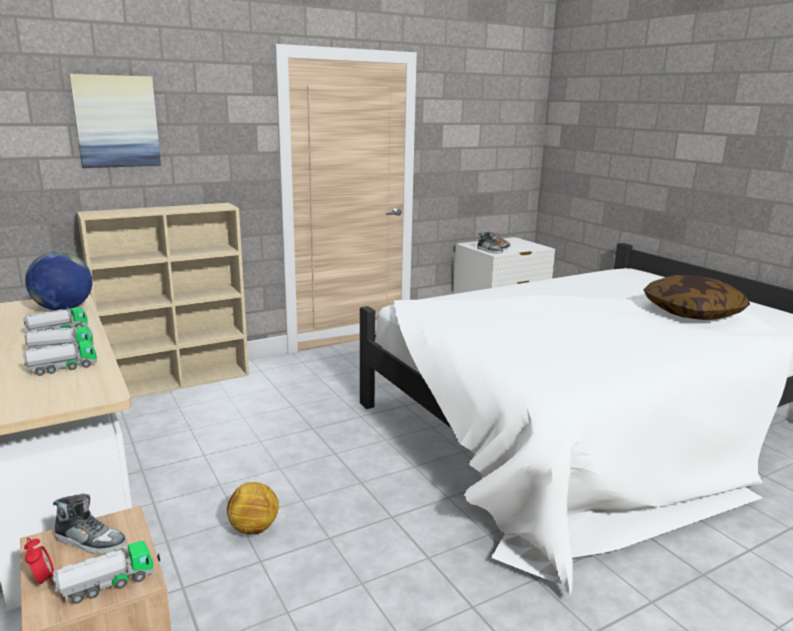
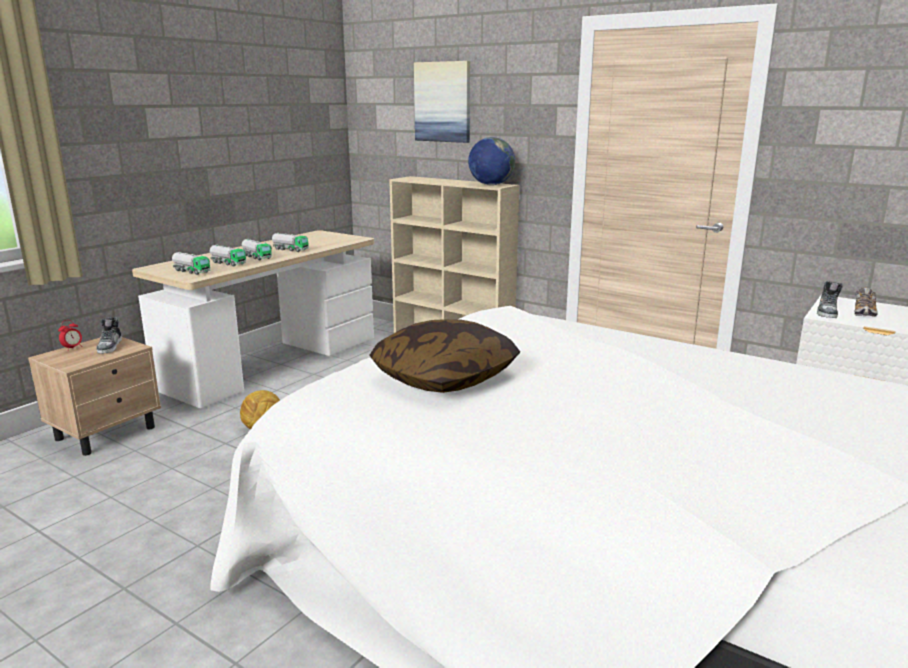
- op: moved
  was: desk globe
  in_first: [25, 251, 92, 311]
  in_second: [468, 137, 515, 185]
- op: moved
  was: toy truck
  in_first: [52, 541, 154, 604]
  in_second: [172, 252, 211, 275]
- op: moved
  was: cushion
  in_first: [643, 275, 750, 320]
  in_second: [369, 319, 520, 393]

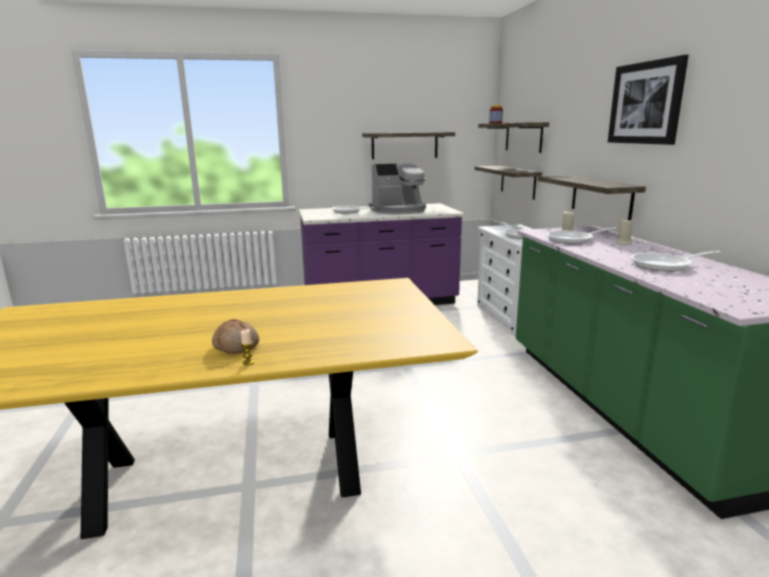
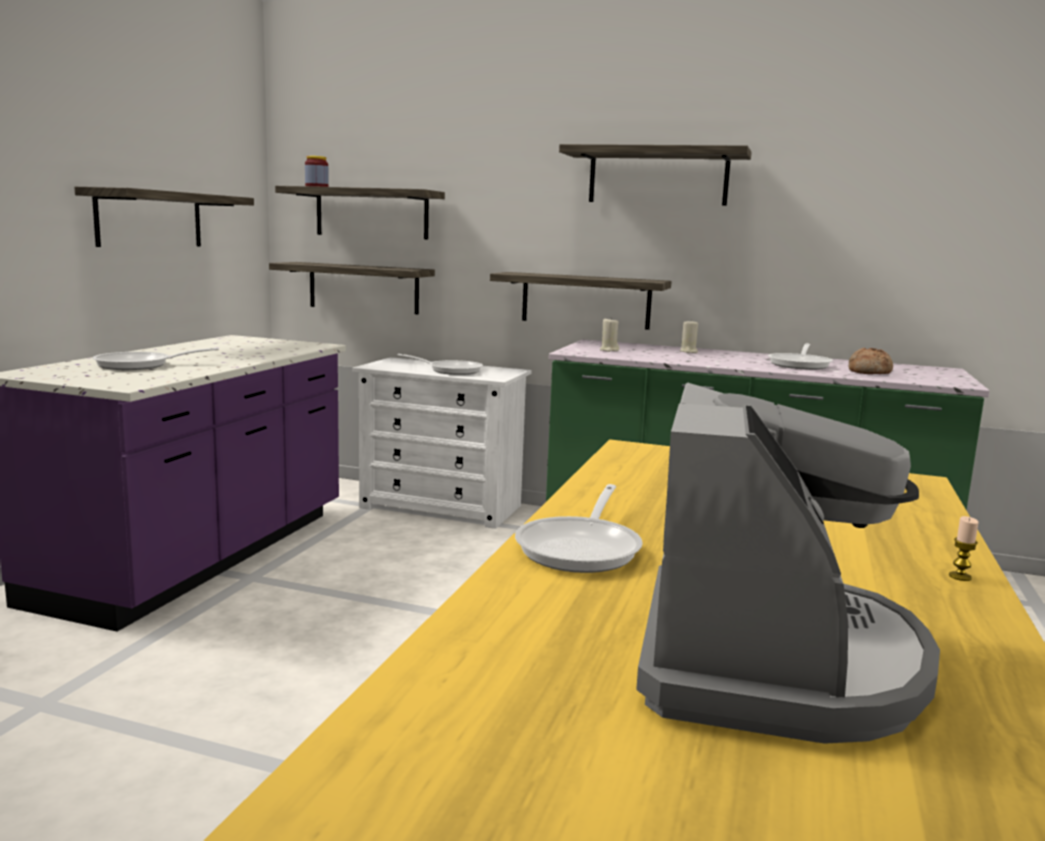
- op: moved
  was: bread
  in_first: [212, 319, 259, 354]
  in_second: [849, 348, 893, 374]
- op: moved
  was: coffee maker
  in_first: [369, 163, 426, 214]
  in_second: [636, 382, 940, 744]
- op: moved
  was: frying pan
  in_first: [546, 227, 616, 244]
  in_second: [515, 484, 643, 573]
- op: replaced
  was: picture
  now: shelf
  in_first: [608, 55, 689, 145]
  in_second: [559, 144, 752, 206]

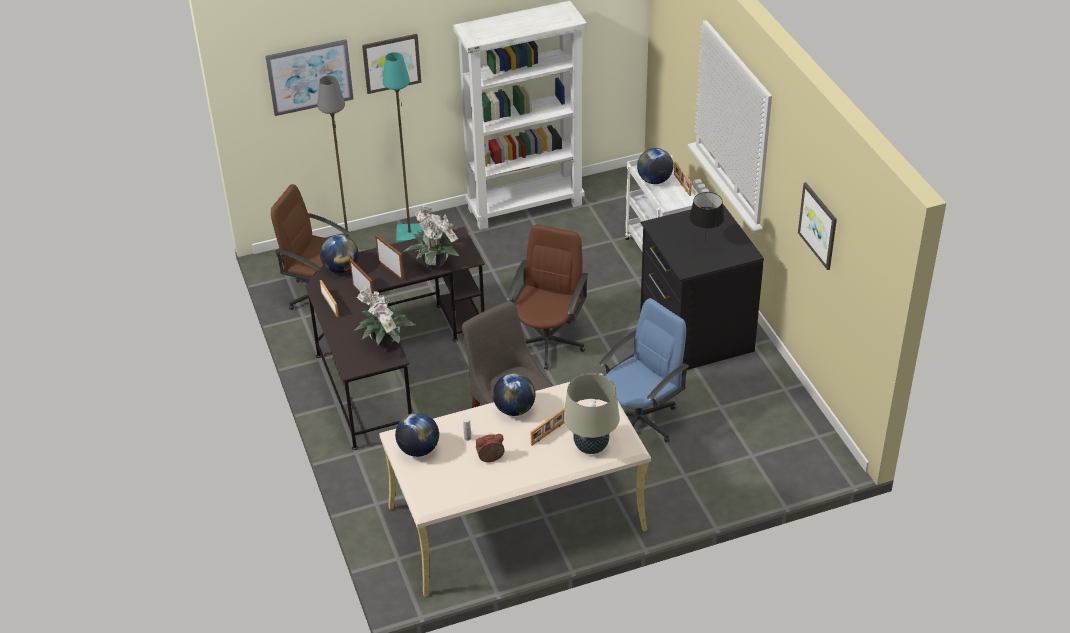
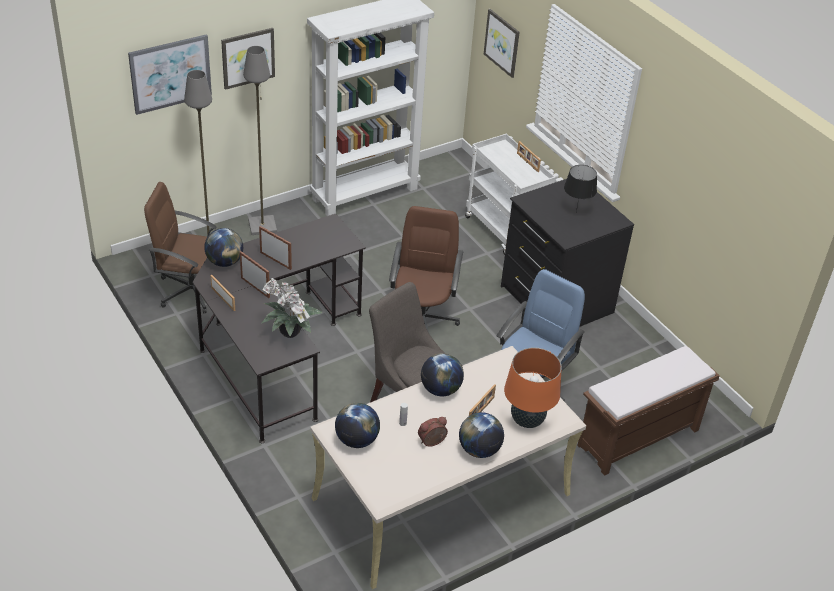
- op: recoloured
  was: turquoise standing lamp
  now: greyish standing lamp
  in_first: [383, 52, 423, 243]
  in_second: [243, 46, 277, 235]
- op: removed
  was: plant in a pot
  in_first: [403, 205, 459, 269]
- op: recoloured
  was: beige-coloured table lamp
  now: orangey table lamp
  in_first: [564, 373, 620, 454]
  in_second: [504, 348, 562, 428]
- op: moved
  was: desk globe
  in_first: [637, 148, 673, 184]
  in_second: [459, 412, 504, 458]
- op: moved
  was: picture
  in_first: [798, 182, 837, 270]
  in_second: [484, 9, 520, 78]
- op: added
  now: brown-coloured bench
  in_second: [577, 346, 720, 476]

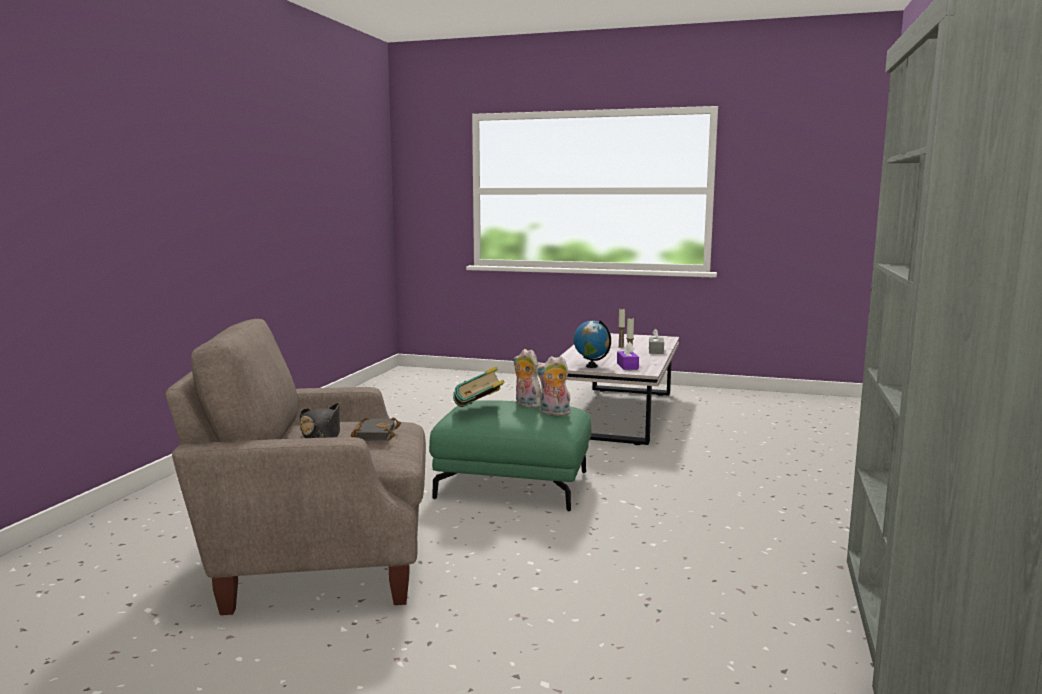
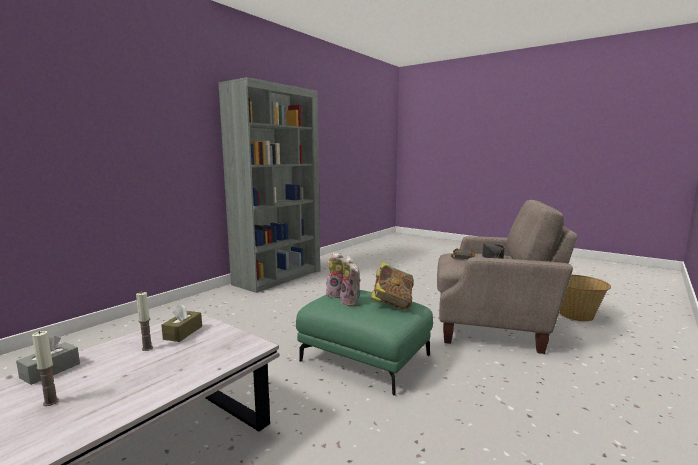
- op: removed
  was: desk globe
  in_first: [574, 320, 611, 368]
- op: recoloured
  was: purple-coloured tissue box
  now: brown-coloured tissue box
  in_first: [617, 342, 639, 370]
  in_second: [161, 304, 202, 342]
- op: added
  now: storage basket
  in_second: [560, 275, 611, 321]

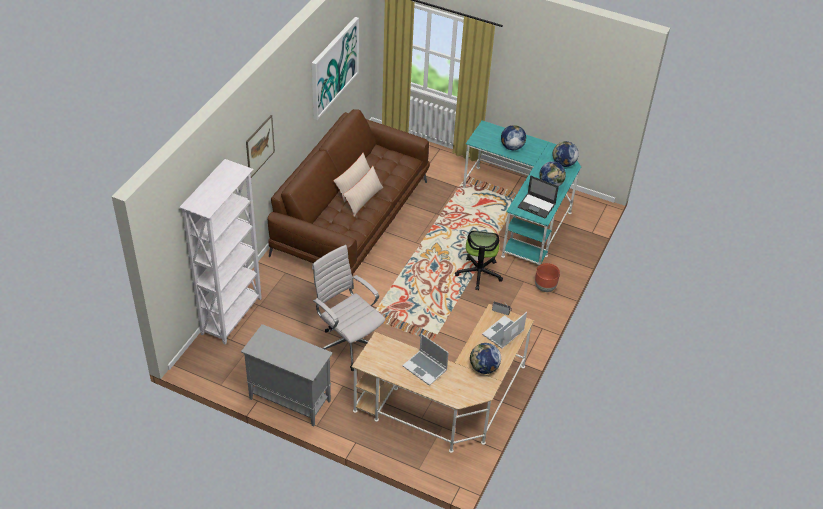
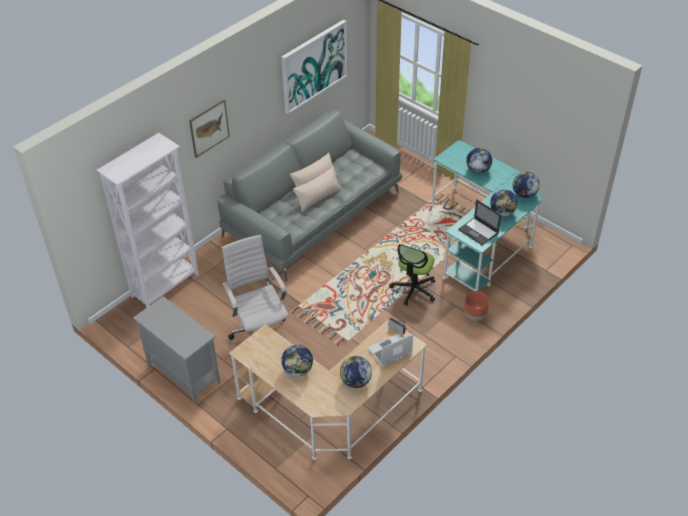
- op: recoloured
  was: brown-coloured settee
  now: greyish settee
  in_first: [268, 109, 430, 289]
  in_second: [217, 111, 402, 282]
- op: replaced
  was: notebook computer
  now: desk globe
  in_first: [403, 334, 449, 386]
  in_second: [281, 344, 313, 377]

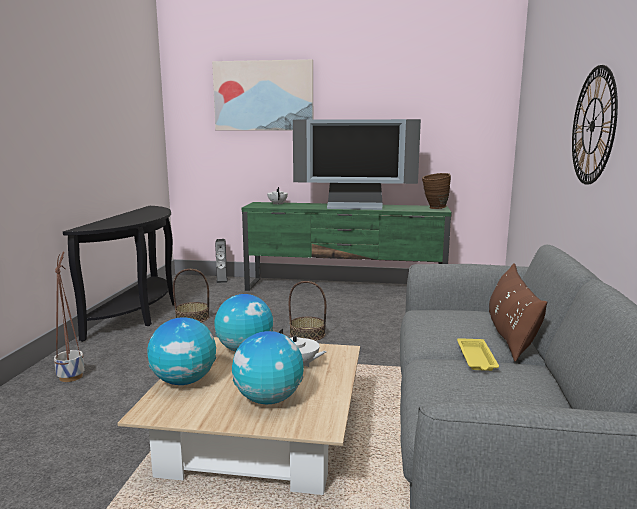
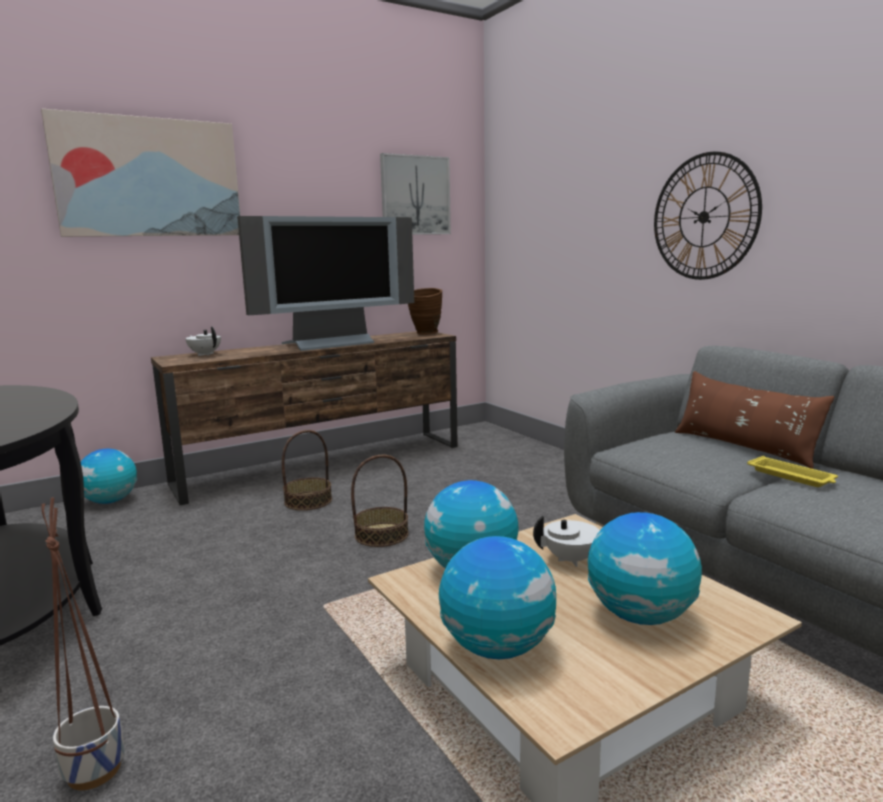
- op: moved
  was: storage basket
  in_first: [173, 269, 209, 322]
  in_second: [282, 430, 332, 510]
- op: replaced
  was: speaker
  now: desk globe
  in_first: [215, 239, 228, 283]
  in_second: [81, 449, 137, 504]
- op: recoloured
  was: green tv unit
  now: brown-coloured tv unit
  in_first: [242, 202, 452, 291]
  in_second: [151, 331, 458, 505]
- op: added
  now: picture
  in_second: [380, 153, 451, 235]

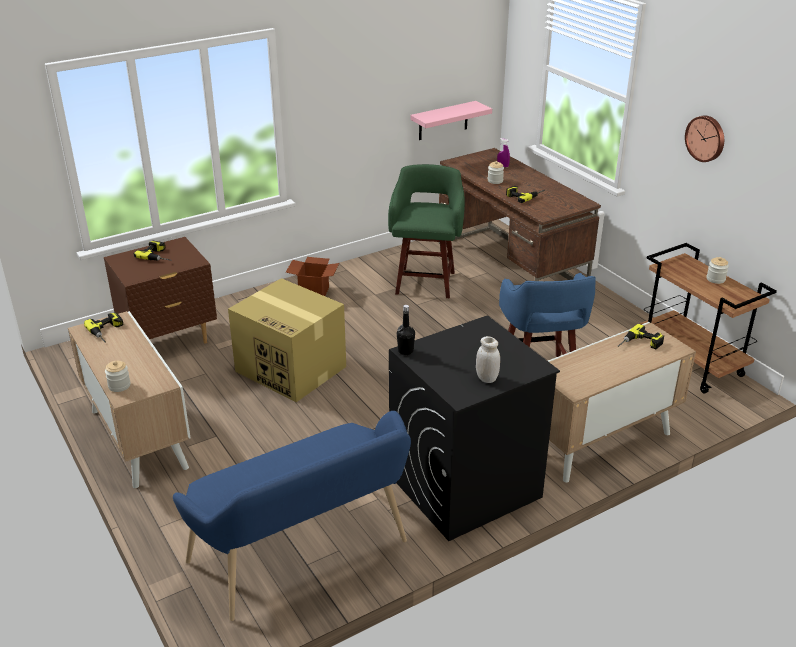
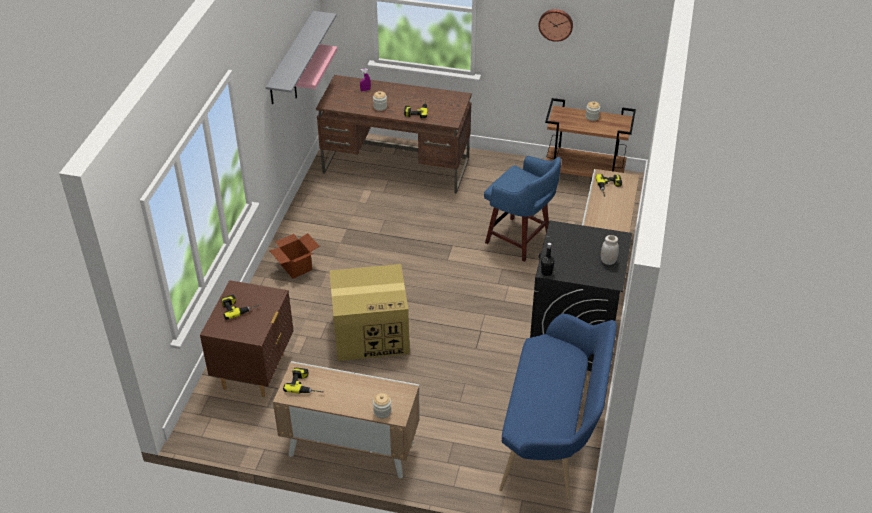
- op: removed
  was: green stool
  in_first: [388, 164, 465, 298]
- op: added
  now: greyish shelf
  in_second: [266, 11, 337, 104]

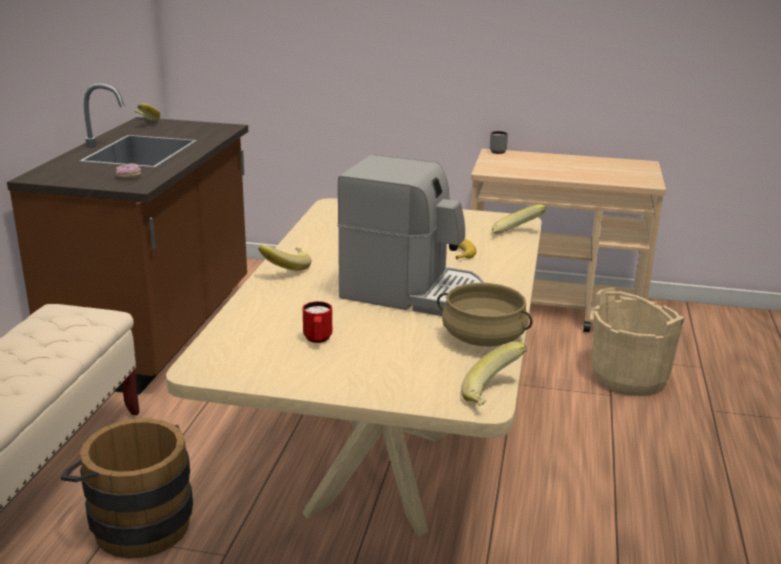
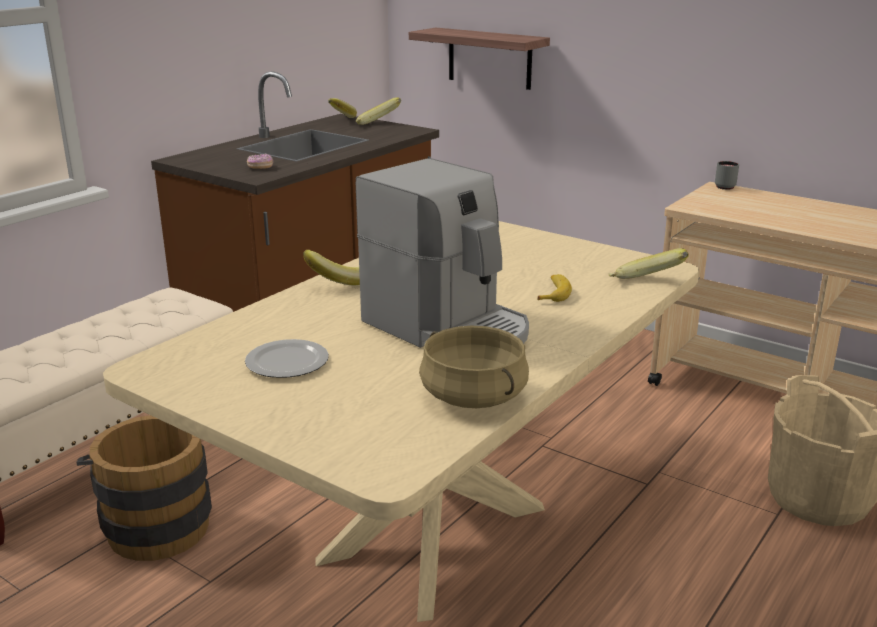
- op: replaced
  was: red-coloured tea mug
  now: dinner plate
  in_first: [303, 301, 332, 343]
  in_second: [245, 339, 329, 378]
- op: moved
  was: banana fruit
  in_first: [461, 342, 527, 406]
  in_second: [356, 97, 401, 125]
- op: added
  now: shelf
  in_second: [409, 27, 550, 90]

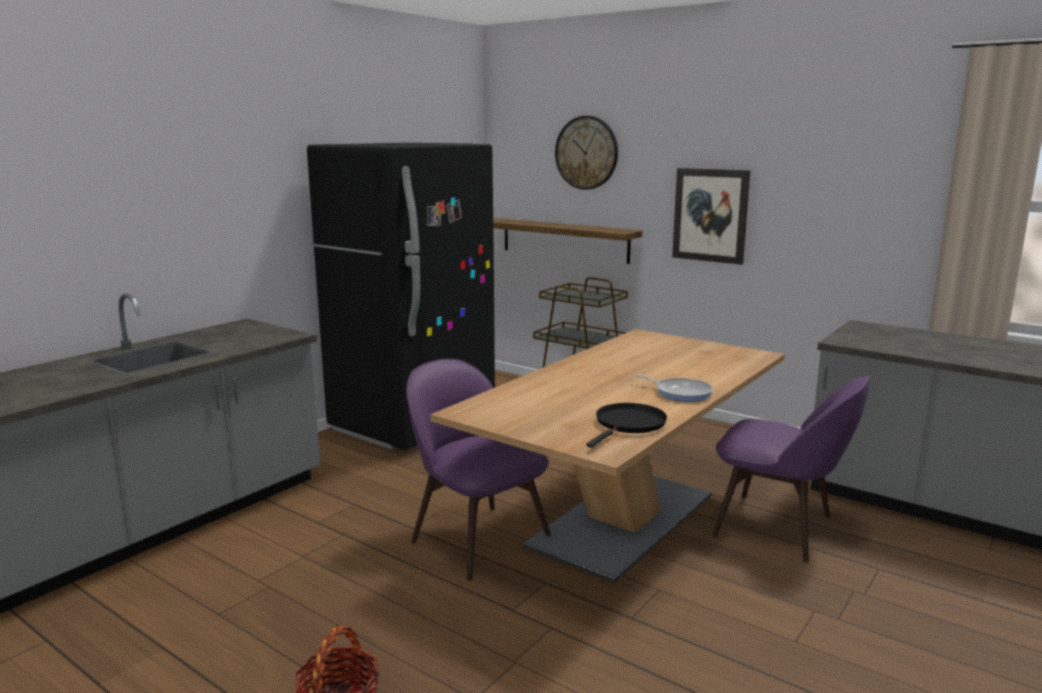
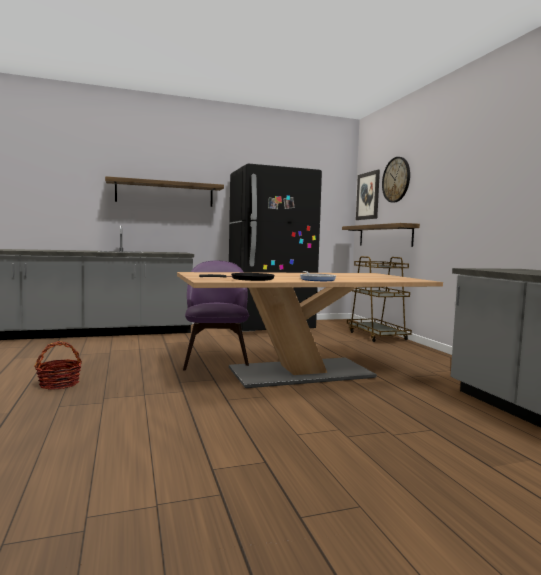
- op: moved
  was: picture
  in_first: [672, 168, 751, 265]
  in_second: [356, 170, 380, 220]
- op: removed
  was: purple-coloured plain chair
  in_first: [712, 375, 870, 562]
- op: added
  now: shelf
  in_second: [105, 176, 224, 207]

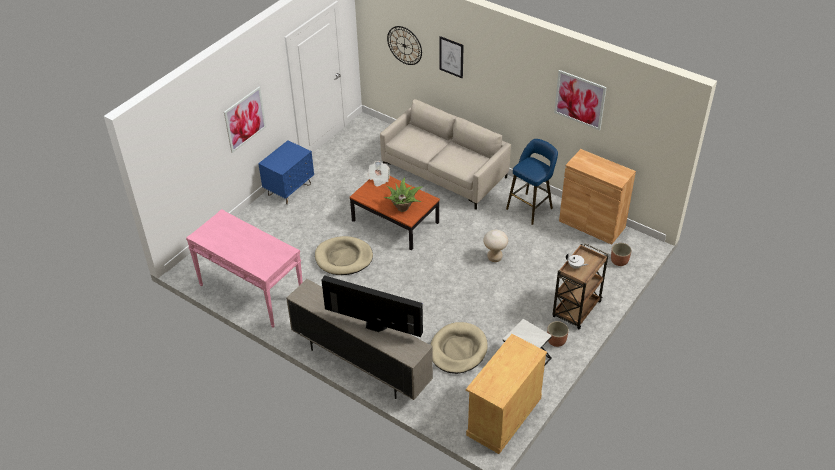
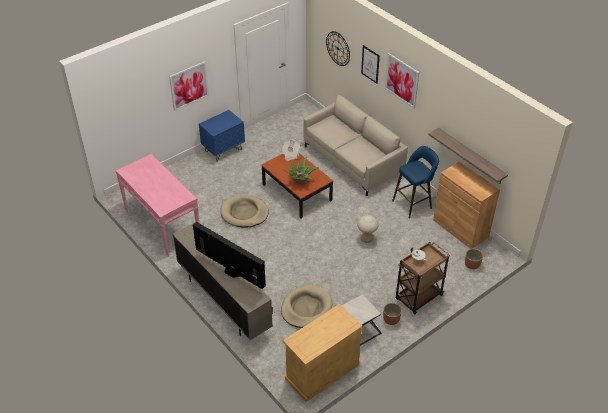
- op: moved
  was: picture
  in_first: [554, 70, 607, 131]
  in_second: [385, 53, 419, 108]
- op: added
  now: shelf
  in_second: [428, 128, 508, 184]

